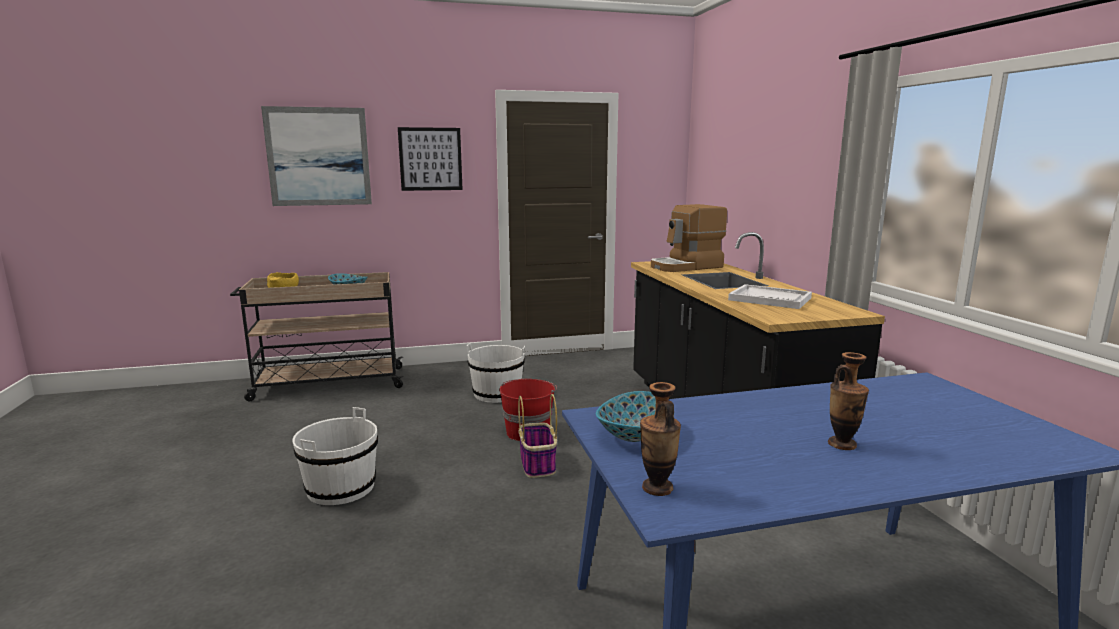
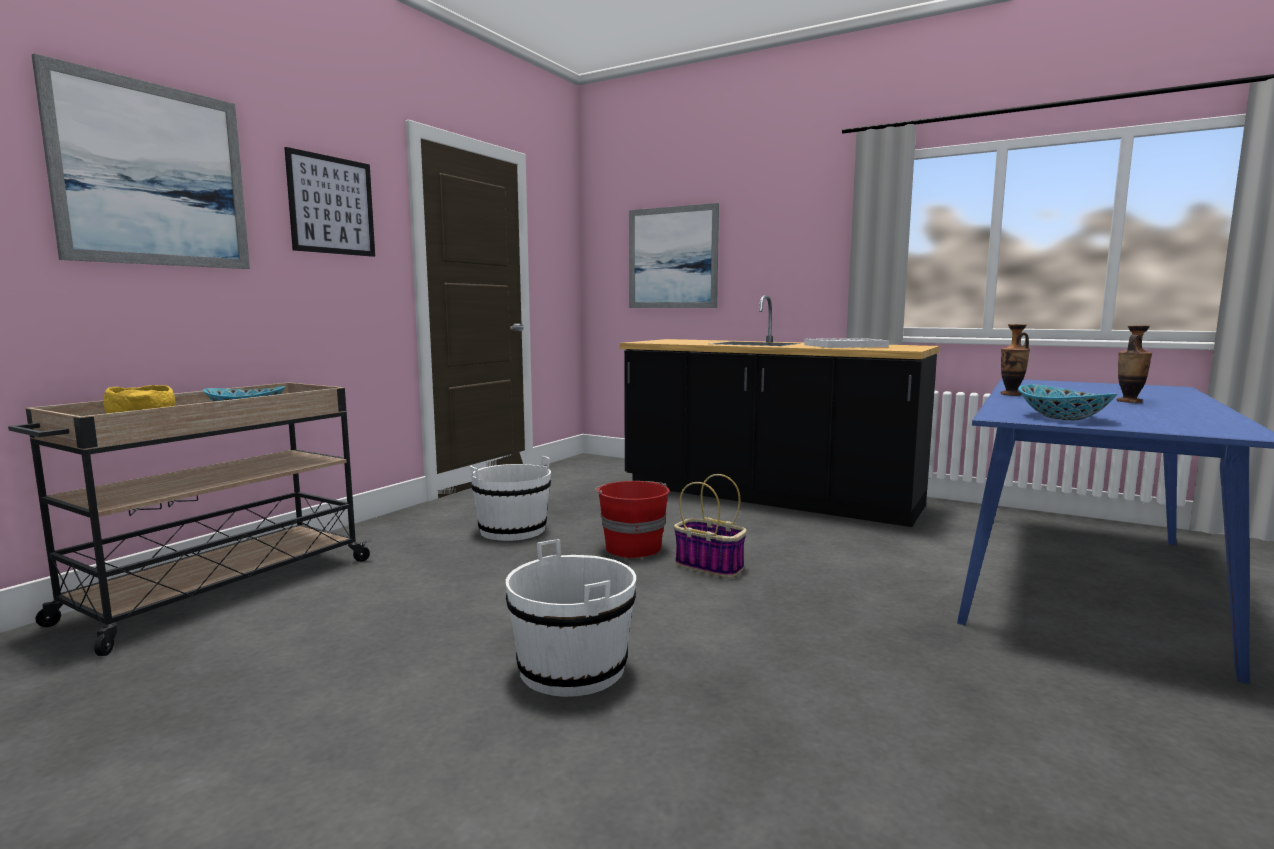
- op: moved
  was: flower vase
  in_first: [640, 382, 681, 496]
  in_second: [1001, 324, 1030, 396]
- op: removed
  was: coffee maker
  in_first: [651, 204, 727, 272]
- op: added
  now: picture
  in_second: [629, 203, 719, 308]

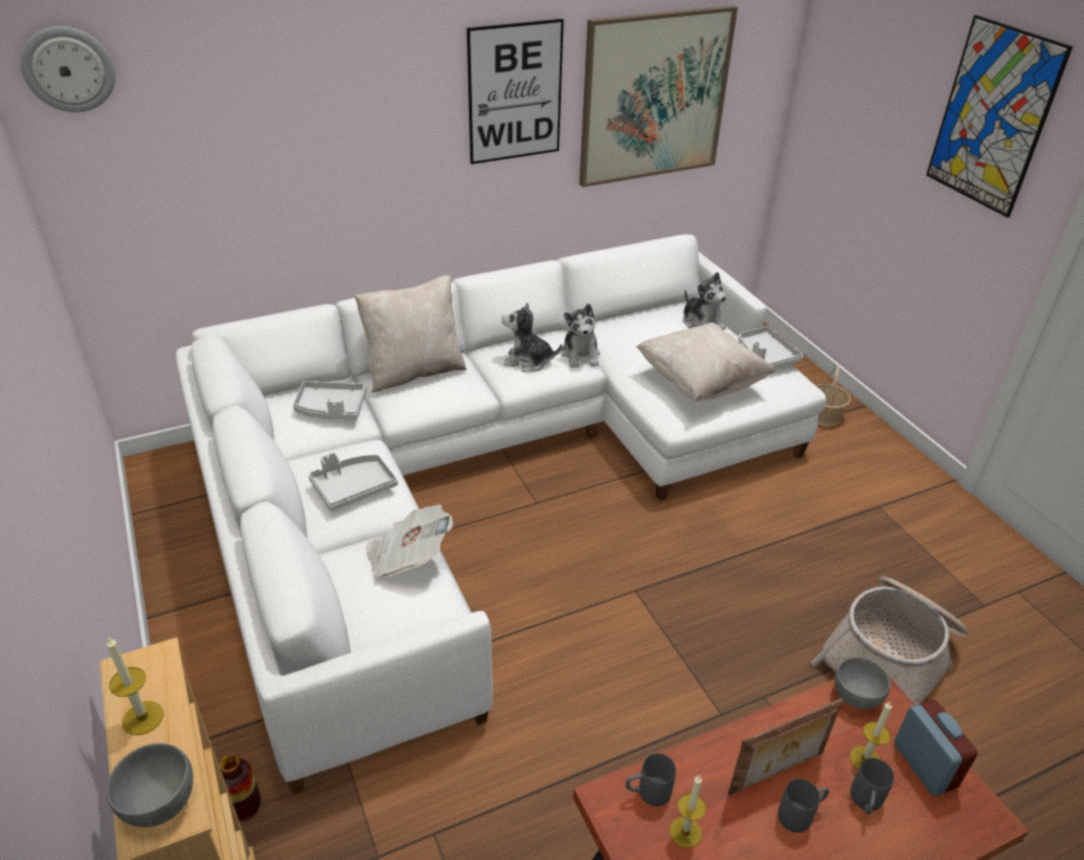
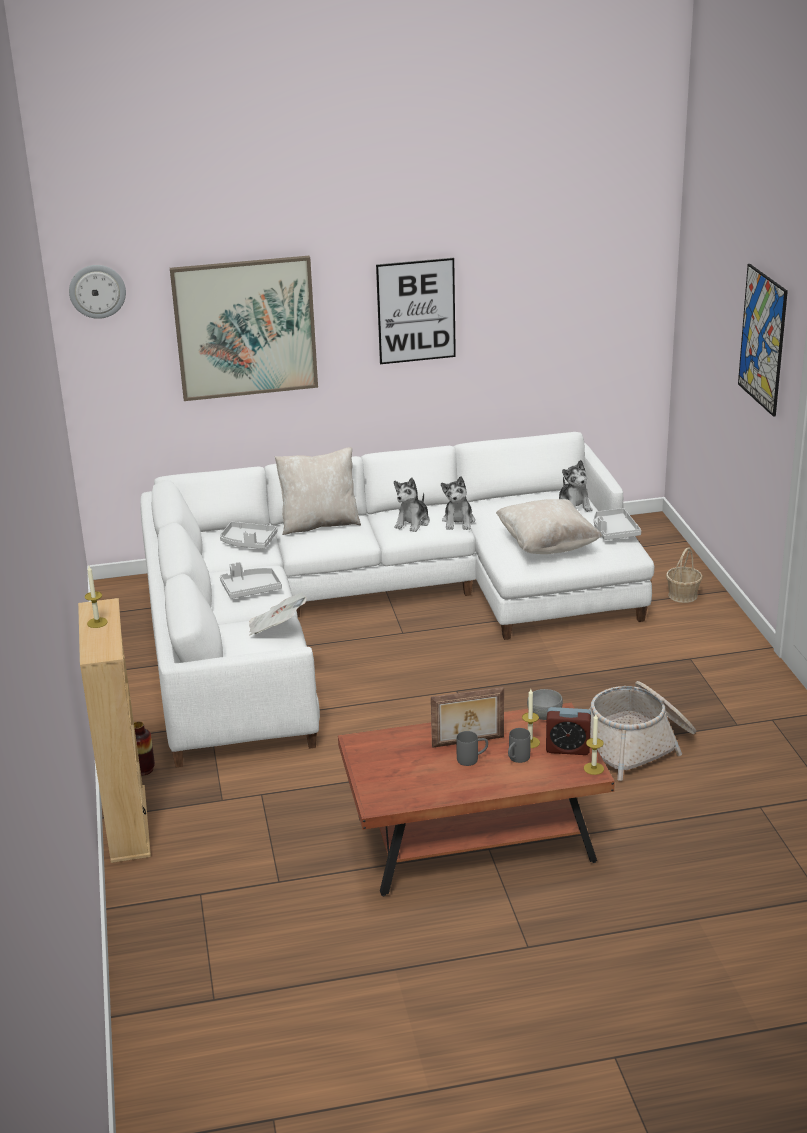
- op: removed
  was: greyish bowl
  in_first: [106, 743, 193, 827]
- op: turned
  was: cuddly toy
  in_first: [502, 302, 562, 372]
  in_second: [394, 478, 430, 532]
  clockwise: -90
- op: moved
  was: picture
  in_first: [579, 5, 738, 187]
  in_second: [170, 256, 318, 401]
- op: removed
  was: greyish tea mug
  in_first: [626, 753, 676, 807]
- op: moved
  was: wax light
  in_first: [669, 775, 706, 848]
  in_second: [584, 714, 604, 775]
- op: turned
  was: alarm clock
  in_first: [894, 700, 977, 796]
  in_second: [546, 707, 591, 755]
  clockwise: 105

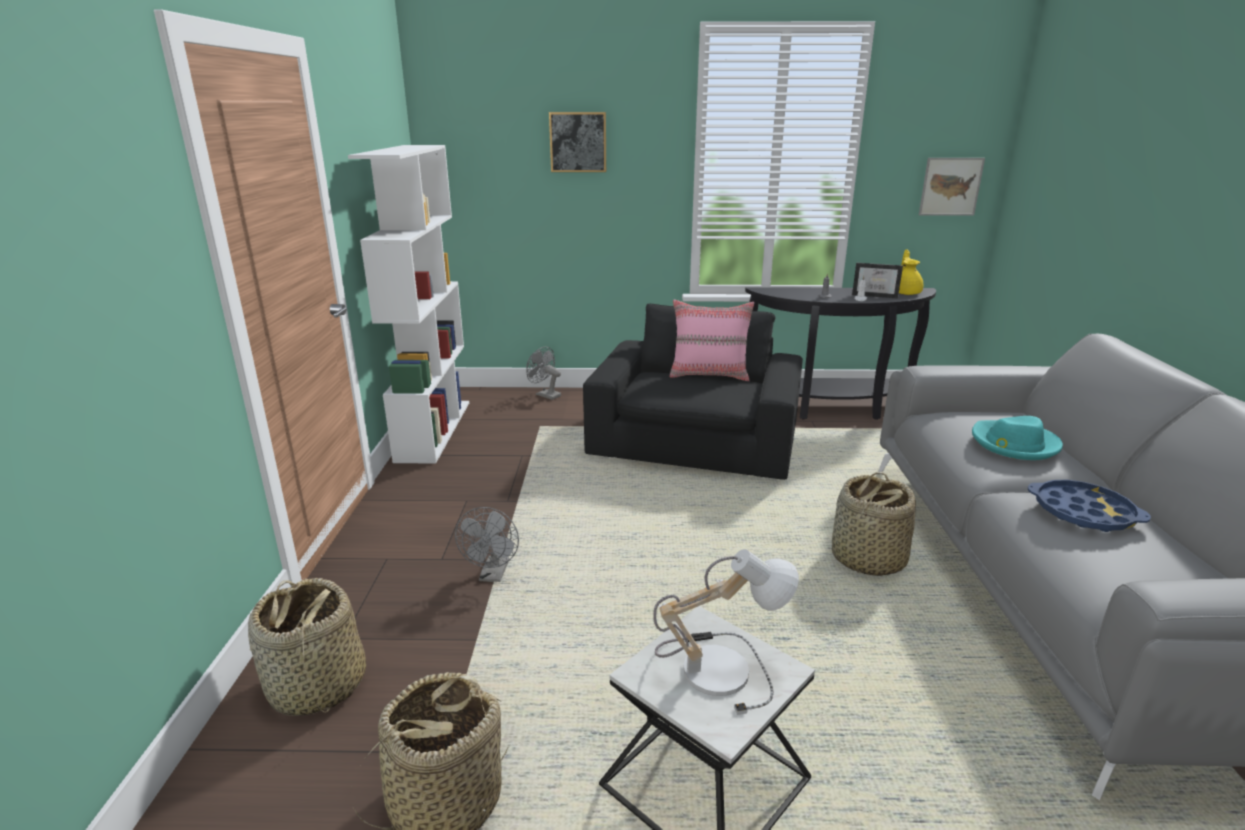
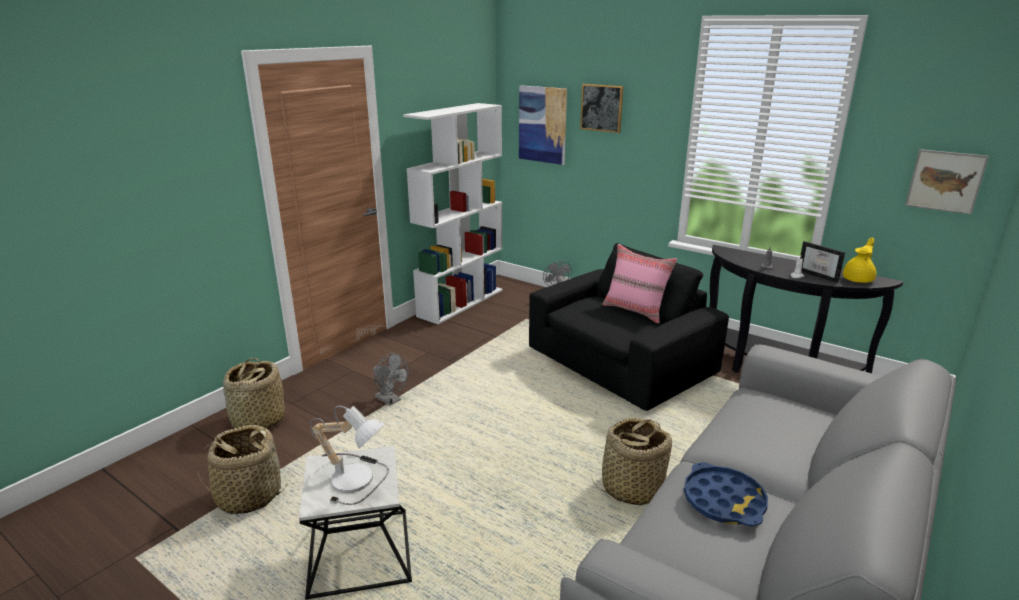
- op: turned
  was: greyish fan
  in_first: [455, 507, 519, 582]
  in_second: [373, 353, 408, 406]
  clockwise: -90
- op: removed
  was: turquoise clothing hat
  in_first: [972, 416, 1063, 460]
- op: added
  now: picture
  in_second: [519, 86, 567, 165]

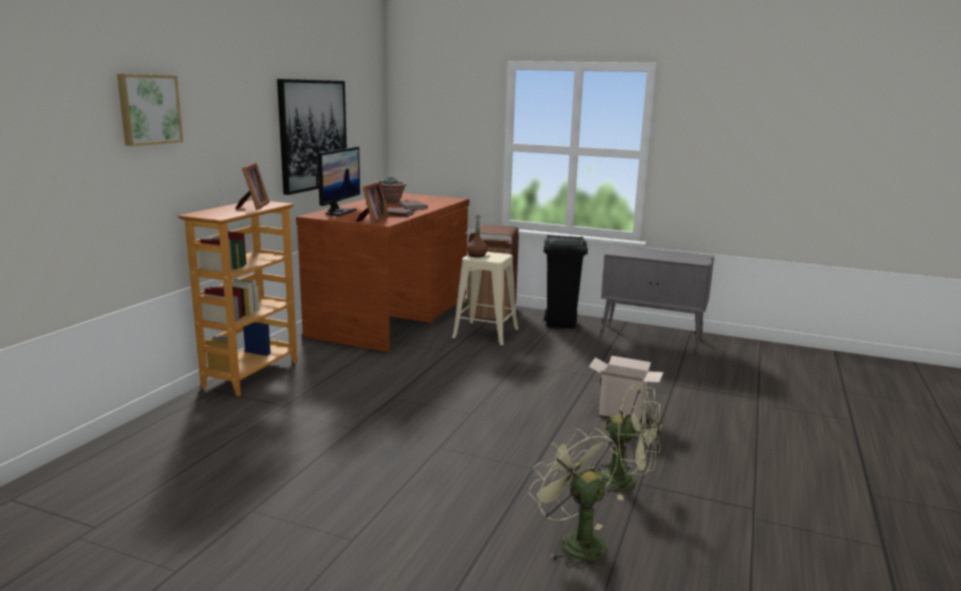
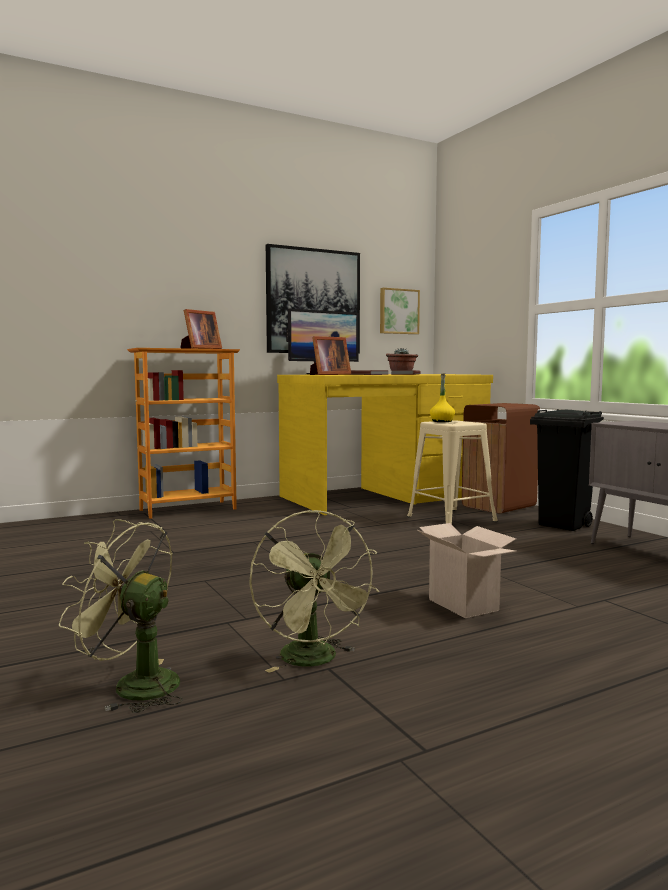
- op: moved
  was: picture
  in_first: [117, 74, 183, 146]
  in_second: [380, 288, 420, 334]
- op: recoloured
  was: brown-coloured desk table
  now: yellow-coloured desk table
  in_first: [296, 193, 469, 352]
  in_second: [277, 374, 493, 515]
- op: recoloured
  was: brown-coloured bottle
  now: yellow-coloured bottle
  in_first: [467, 215, 488, 257]
  in_second: [430, 373, 455, 422]
- op: turned
  was: green fan
  in_first: [529, 428, 619, 571]
  in_second: [59, 519, 183, 713]
  clockwise: -75

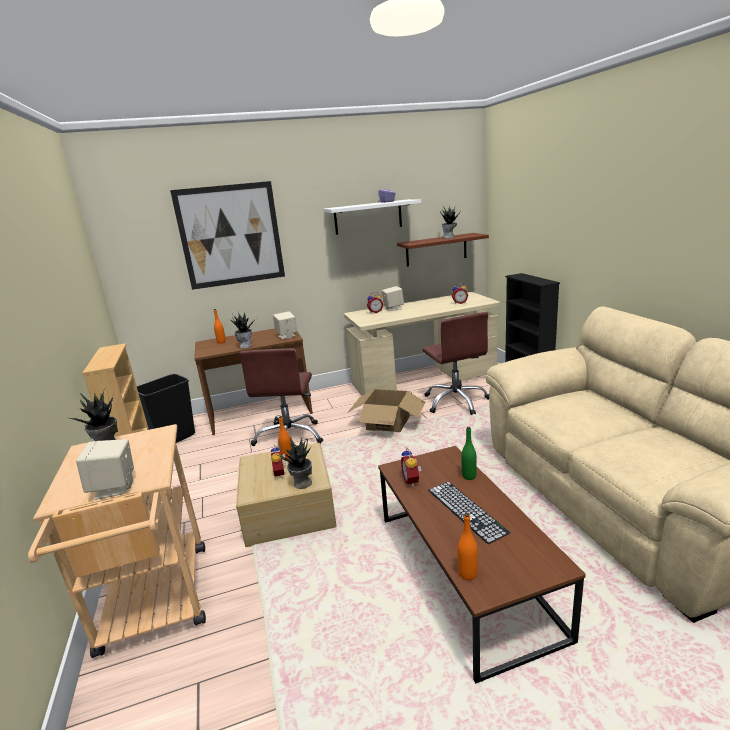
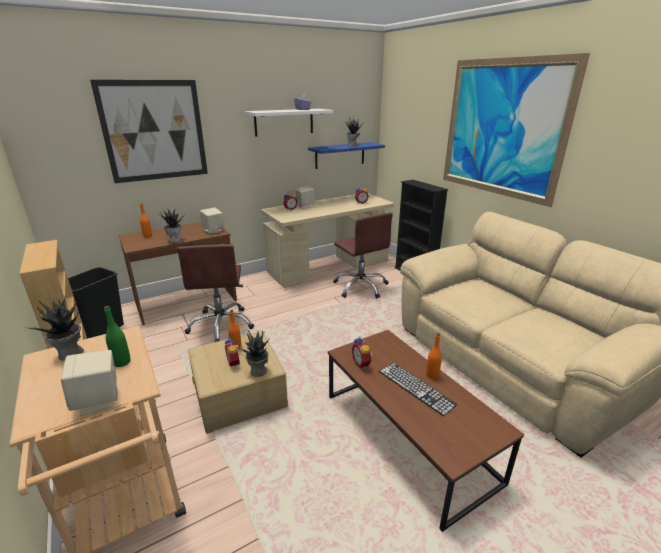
- op: removed
  was: carton
  in_first: [348, 389, 426, 432]
- op: recoloured
  was: brown-coloured shelf
  now: blue-coloured shelf
  in_first: [397, 233, 489, 266]
  in_second: [308, 142, 385, 169]
- op: moved
  was: orangey bottle
  in_first: [457, 513, 478, 580]
  in_second: [426, 333, 442, 379]
- op: moved
  was: green bottle
  in_first: [461, 427, 477, 480]
  in_second: [104, 306, 131, 367]
- op: added
  now: picture
  in_second: [443, 53, 590, 207]

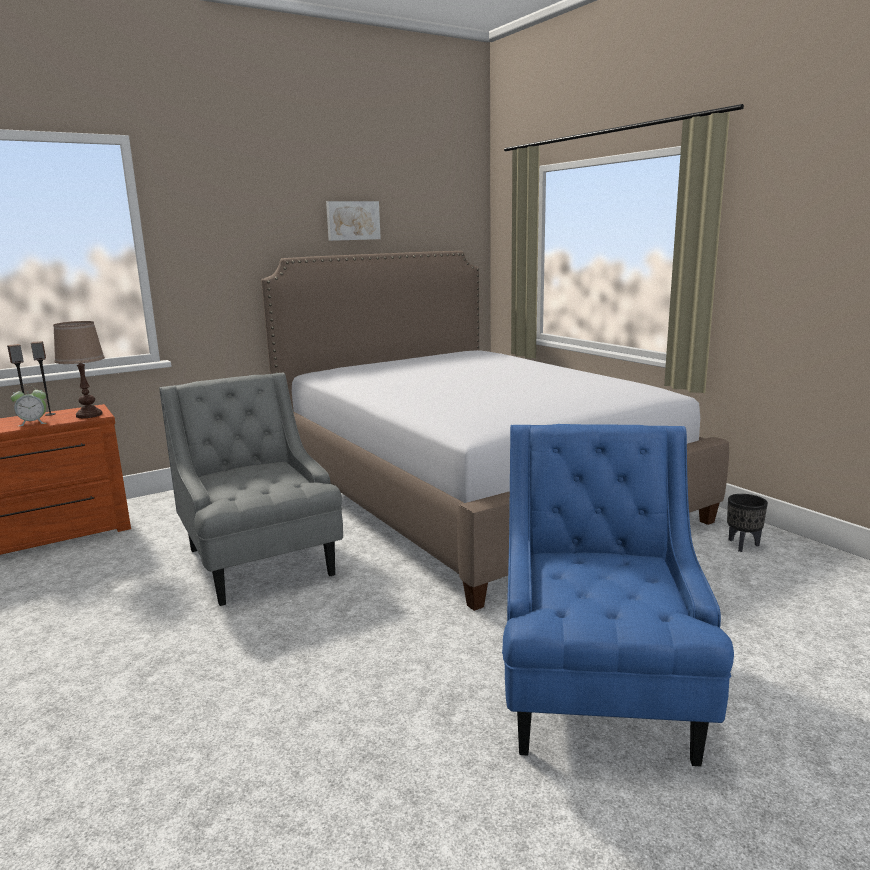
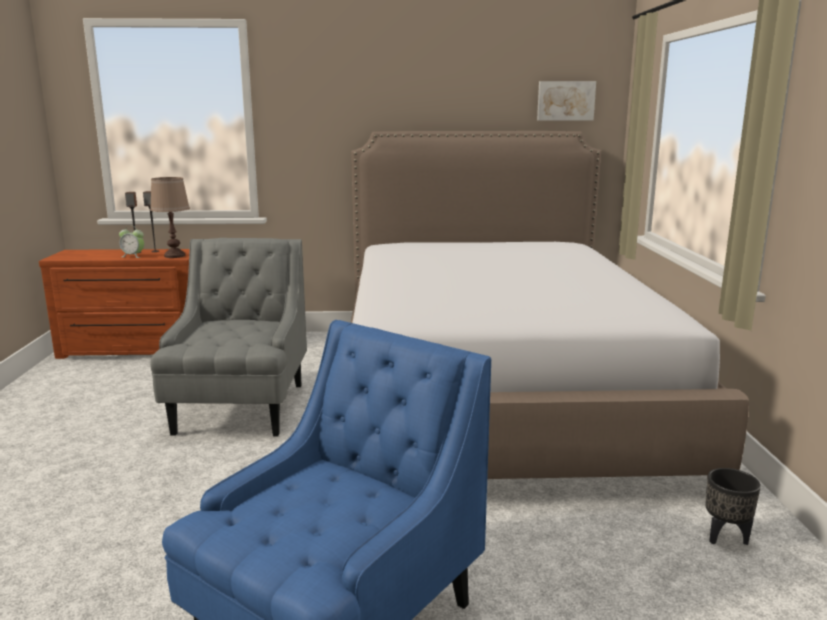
- op: moved
  was: picture
  in_first: [326, 201, 381, 241]
  in_second: [537, 81, 596, 120]

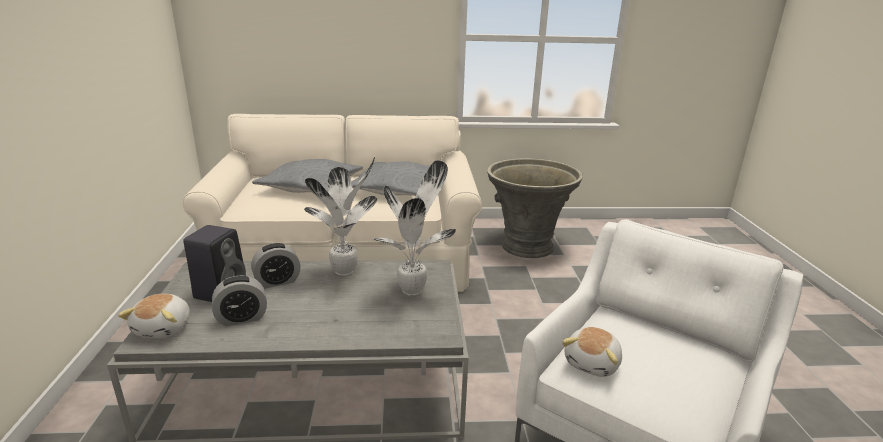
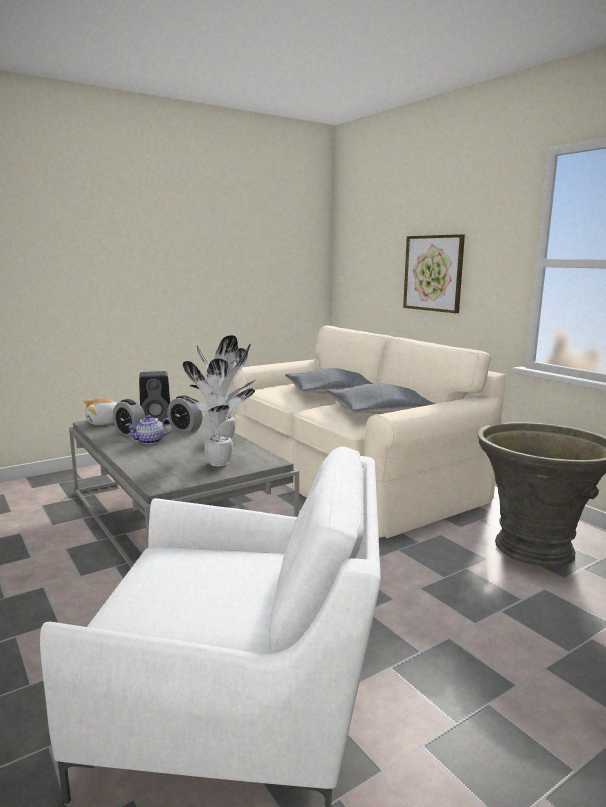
- op: removed
  was: cuddly toy
  in_first: [562, 327, 622, 377]
- op: added
  now: teapot
  in_second: [126, 415, 173, 444]
- op: added
  now: picture
  in_second: [403, 234, 465, 313]

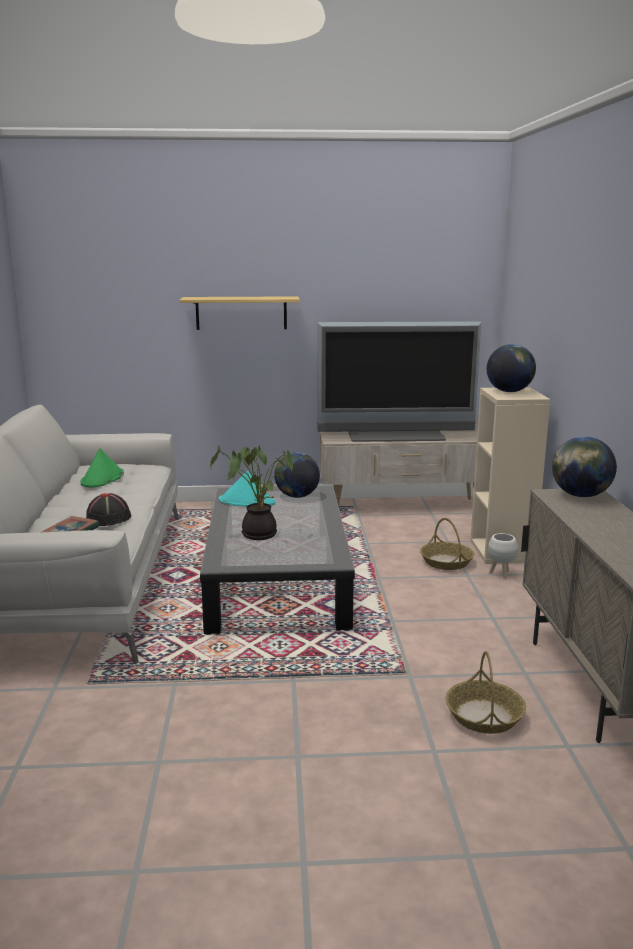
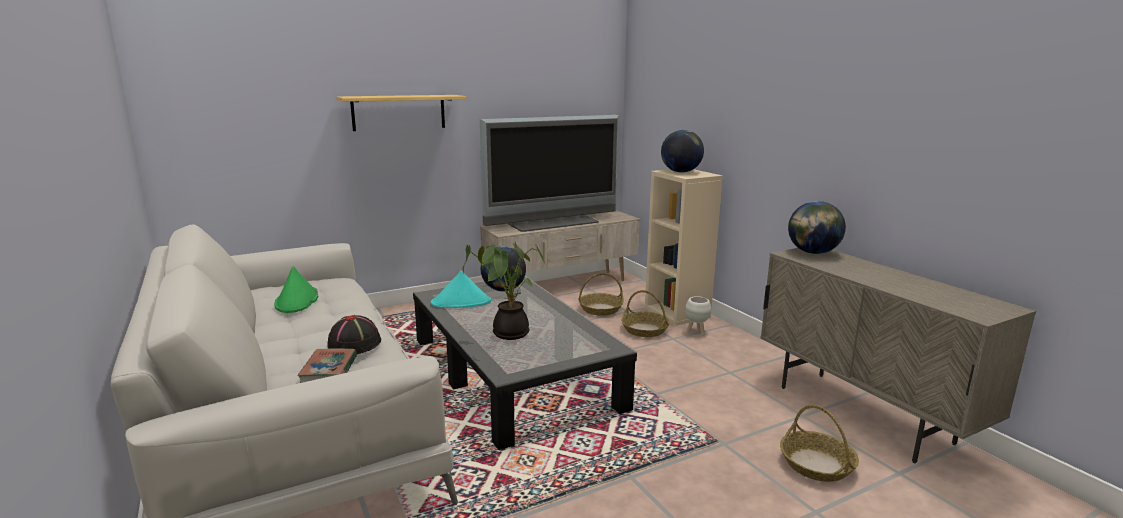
- op: added
  now: storage basket
  in_second: [578, 273, 623, 316]

